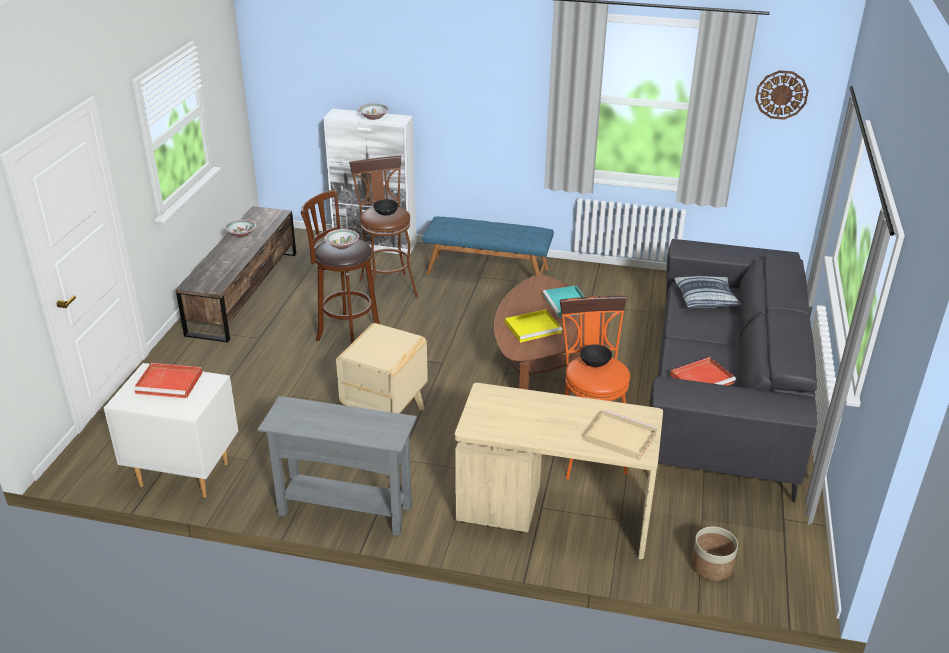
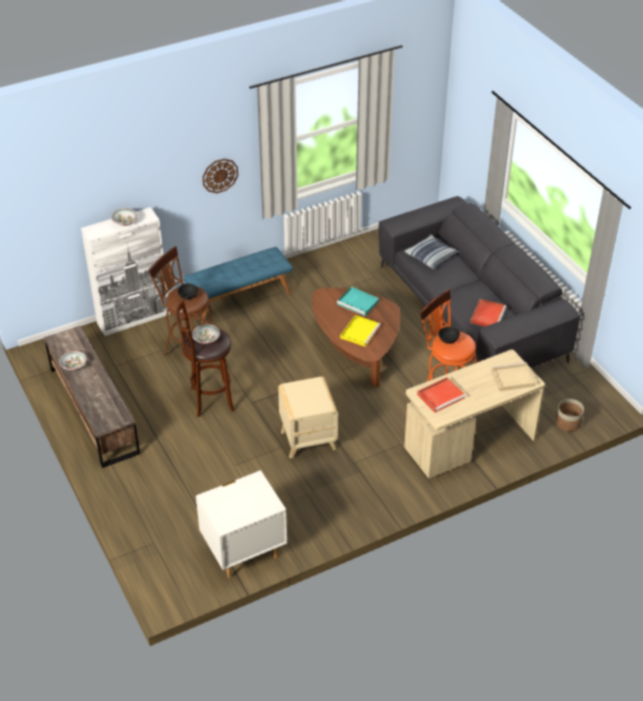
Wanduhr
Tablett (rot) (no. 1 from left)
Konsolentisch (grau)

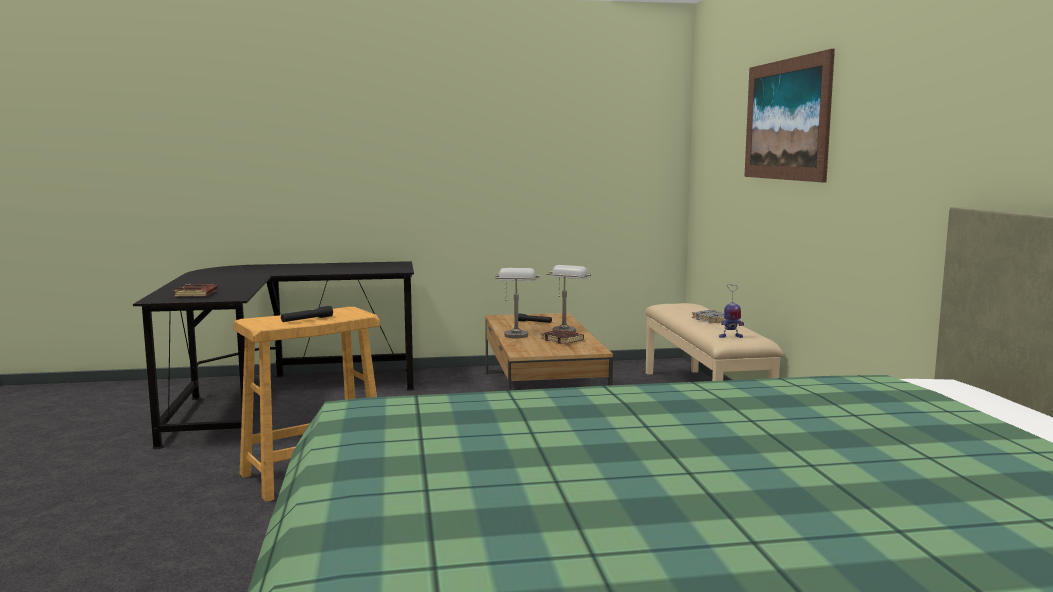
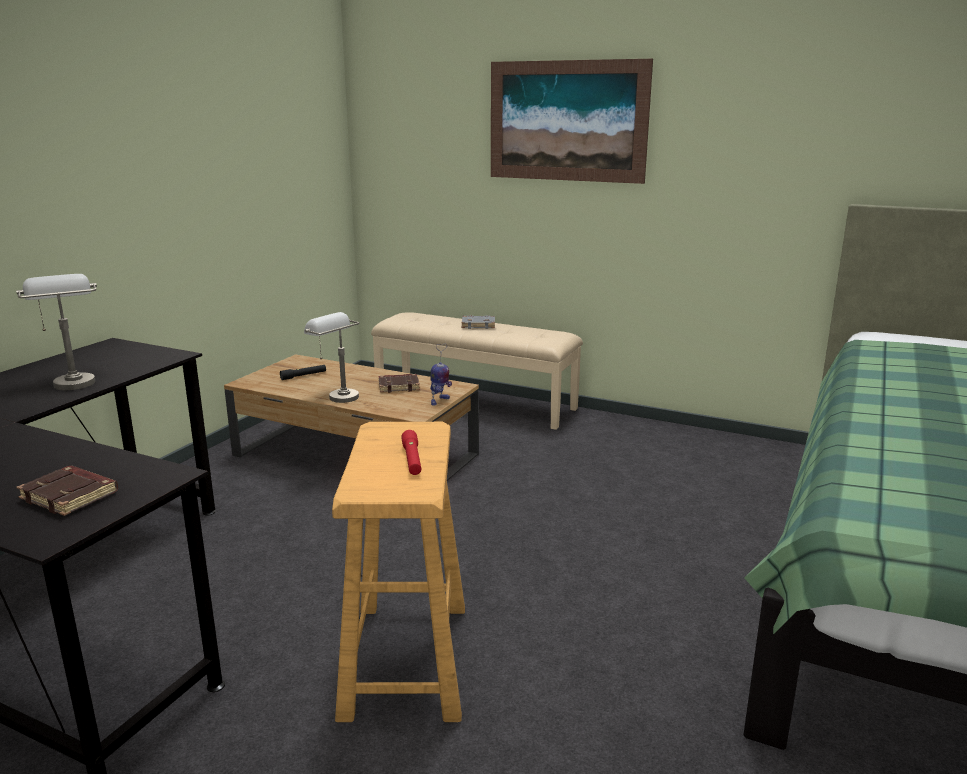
Tischlampe (grau) (no. 1 from left)
Taschenlampe (rot)
Spielzeugroboter

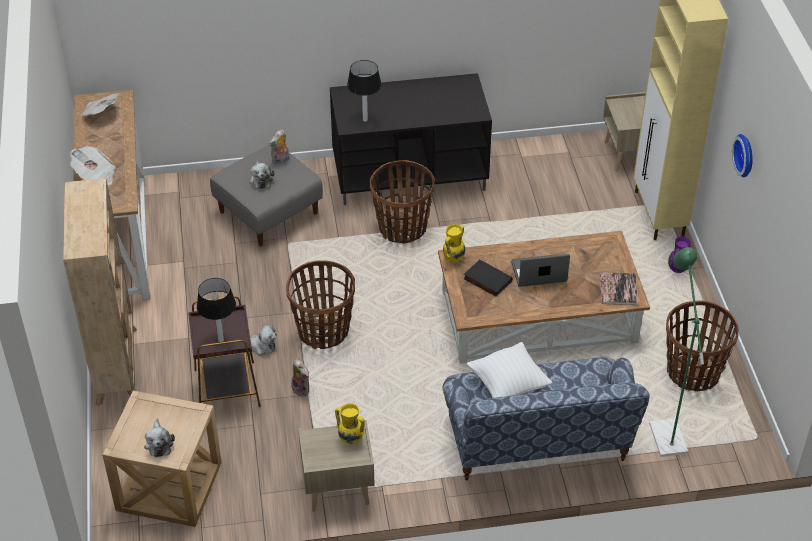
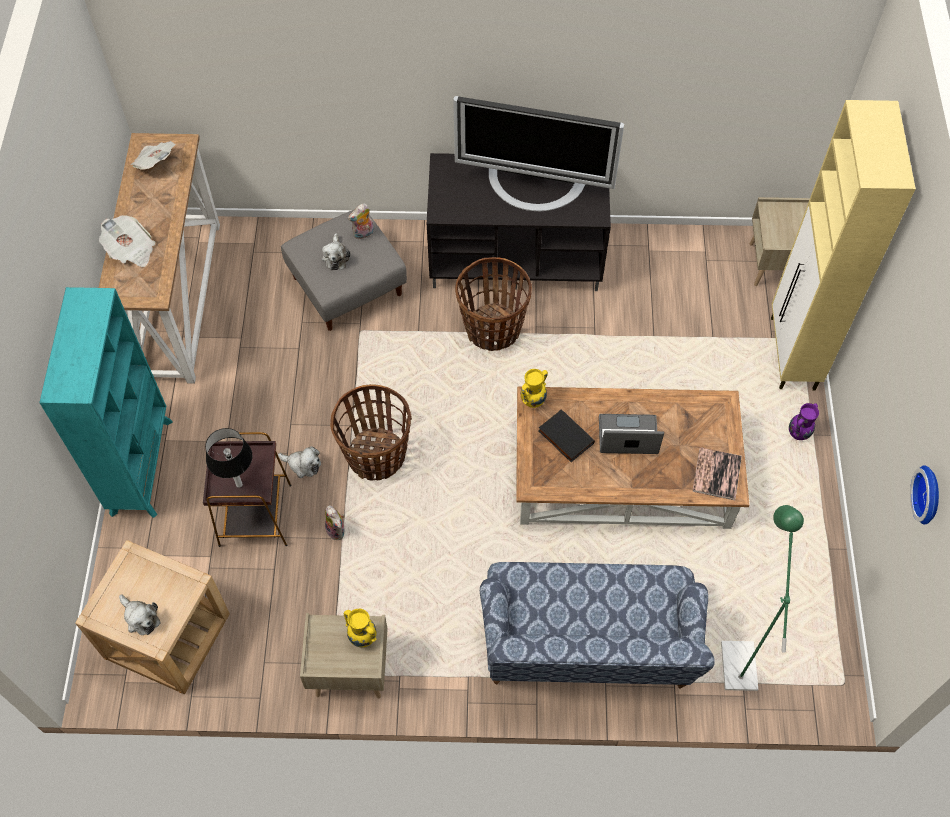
Bücherregal (türkis)
Plüschtier (no. 1 from left)
Fernseher
Wanduhr
Tischlampe (no. 2 from left in the first image)
Kissen (weiß)
Korb (no. 3 from left in the first image)

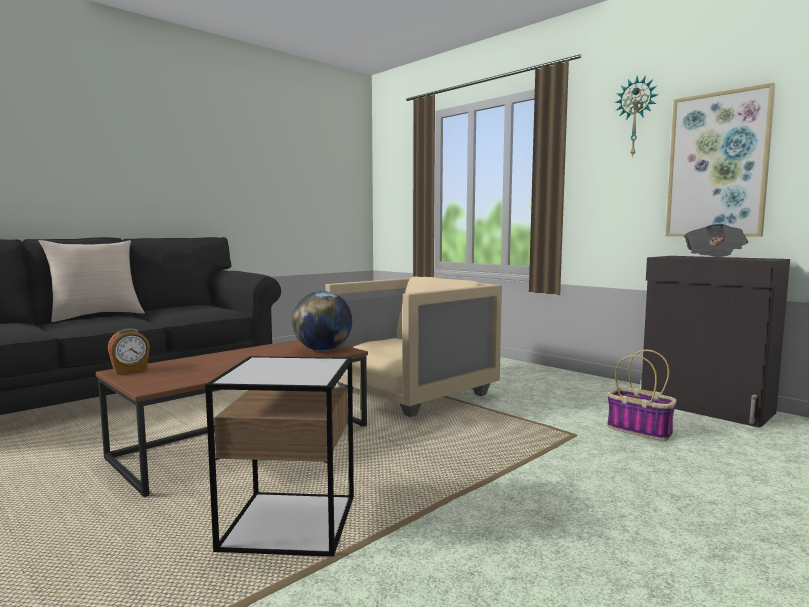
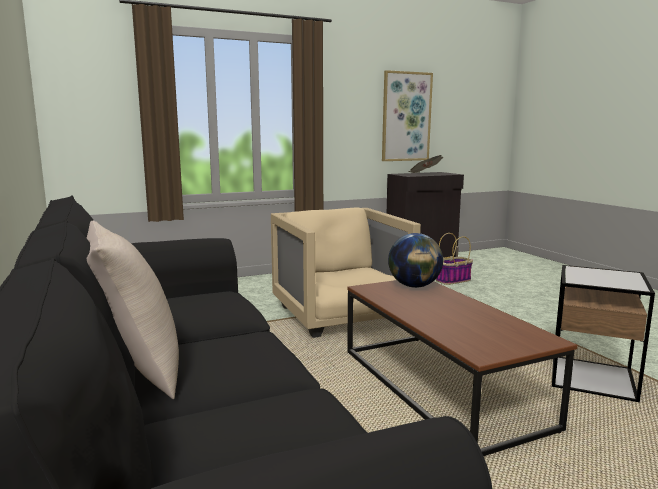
Wecker
Wanduhr

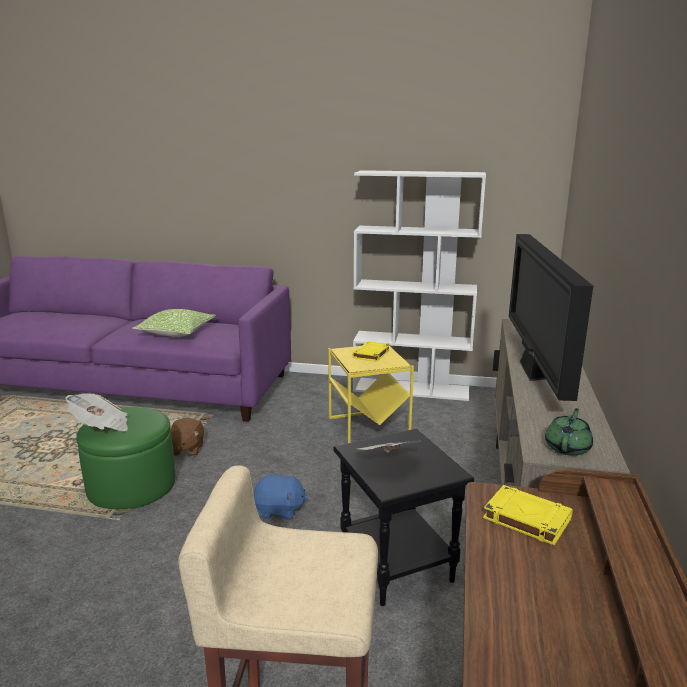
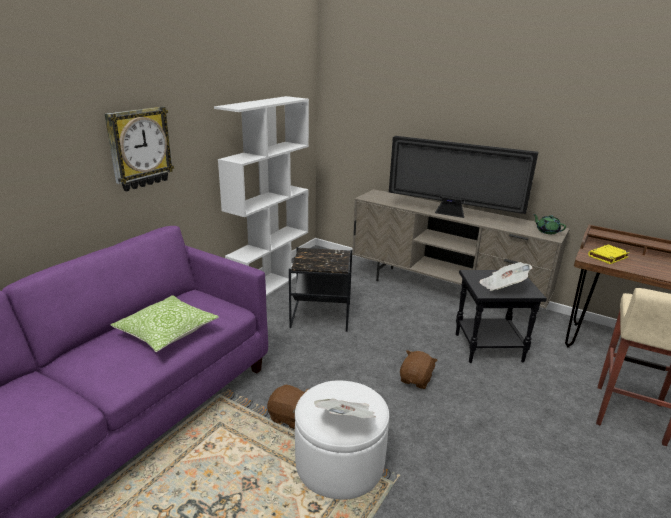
Wanduhr
Beistelltisch (schwarz) (no. 1 from left)
Polsterhocker (weiß)
Plüschtier (braun) (no. 2 from left)
Buch (gelb) (no. 1 from left in the first image)

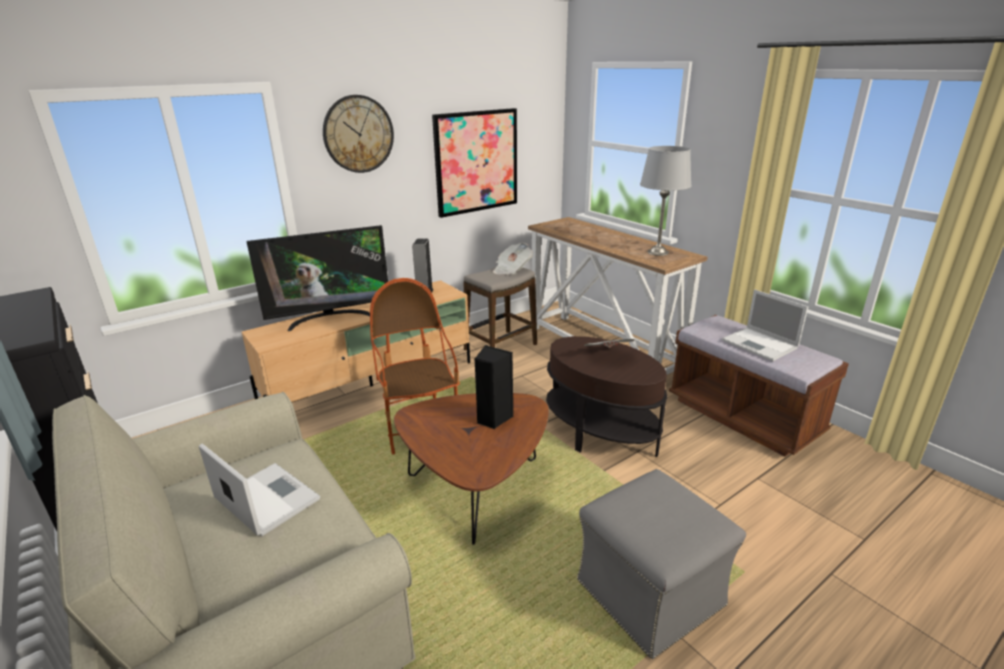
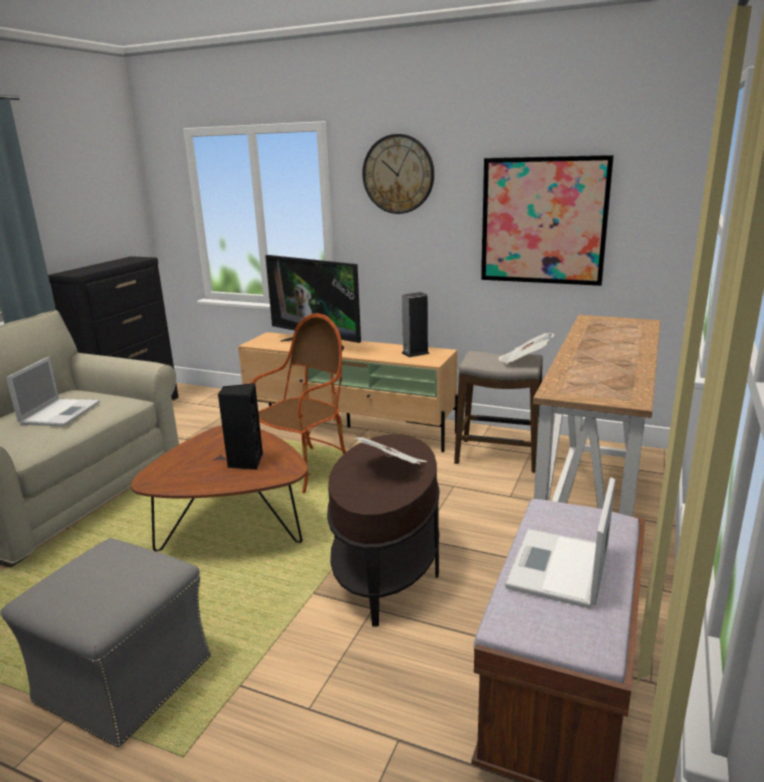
Tischlampe (grau)

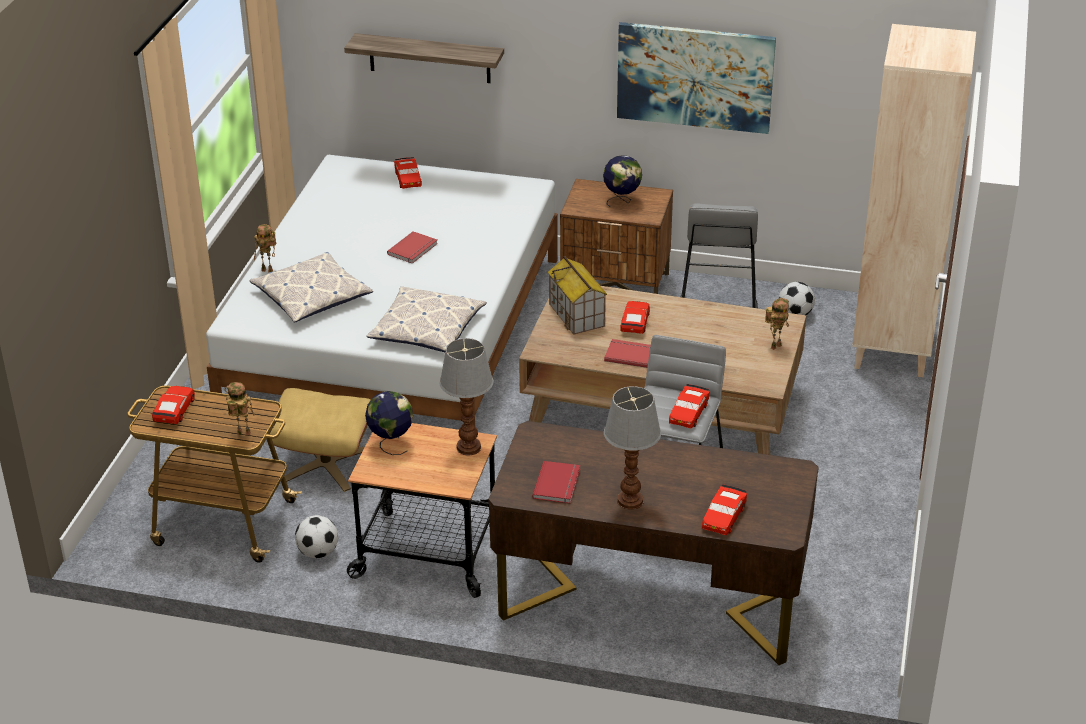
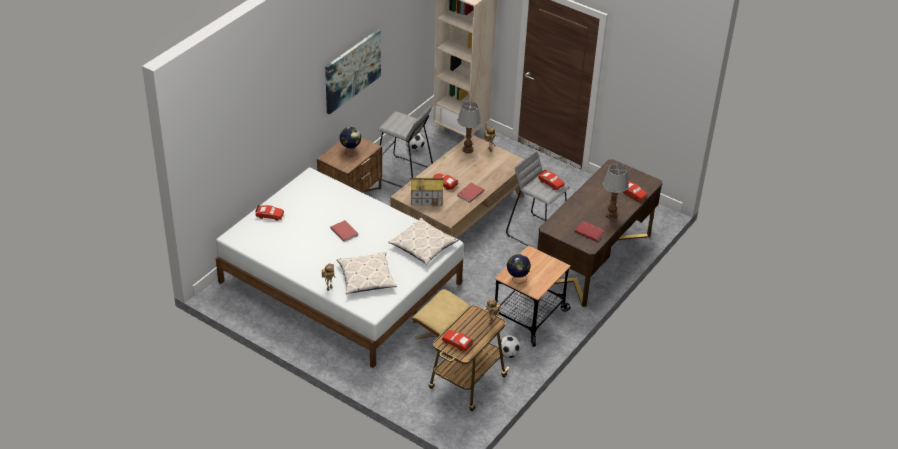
Tischlampe (no. 1 from left)
Wandregal

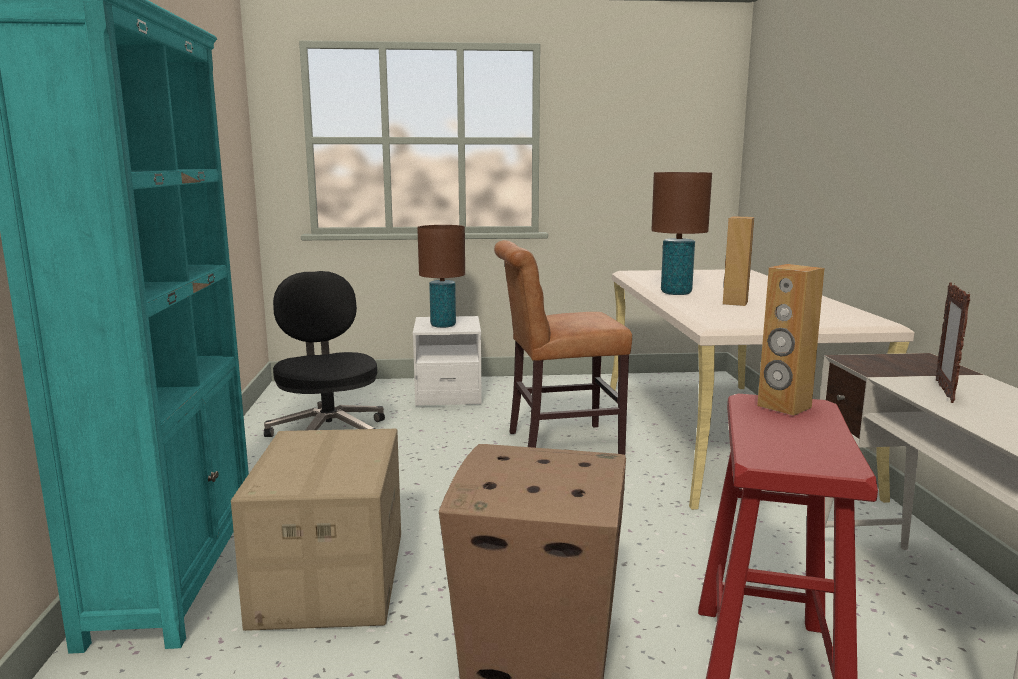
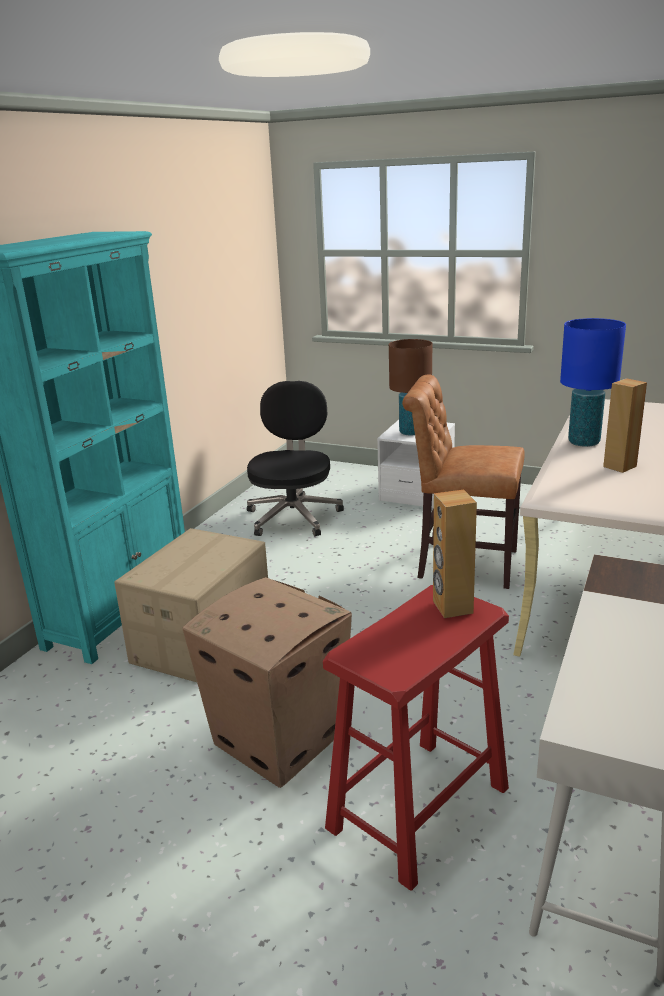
Tischlampe (blau)
Bilderrahmen

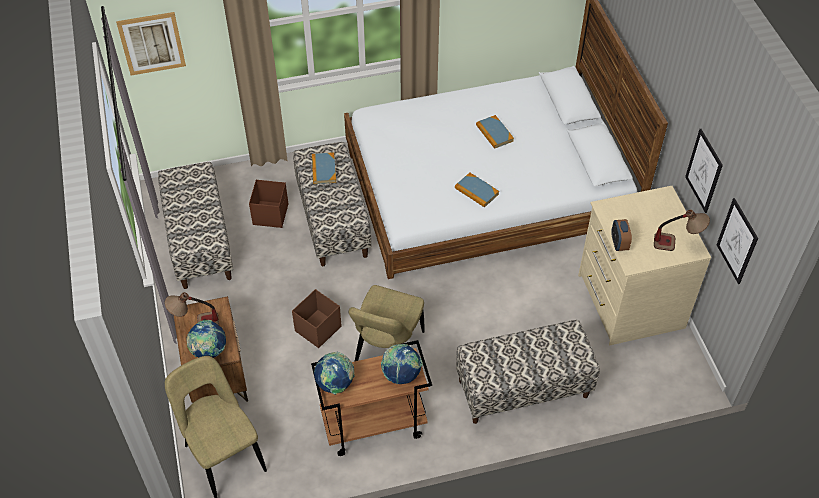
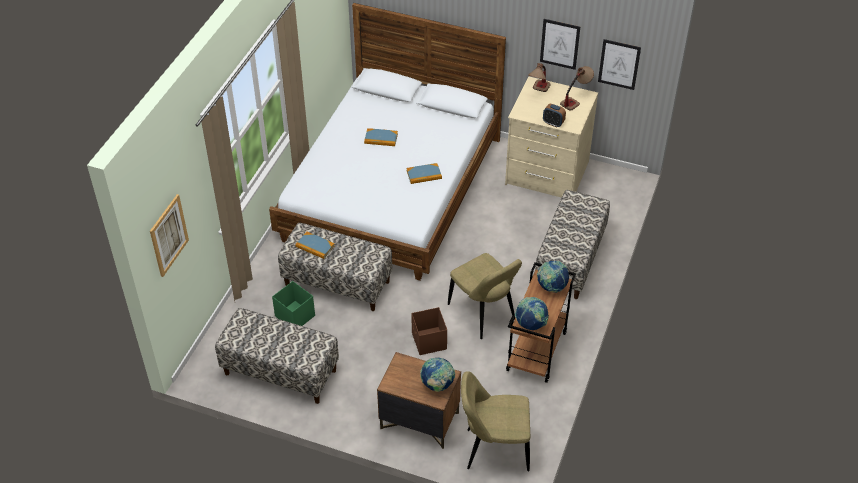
Aufbewahrungsbox (grün)
Tischlampe (no. 1 from left)

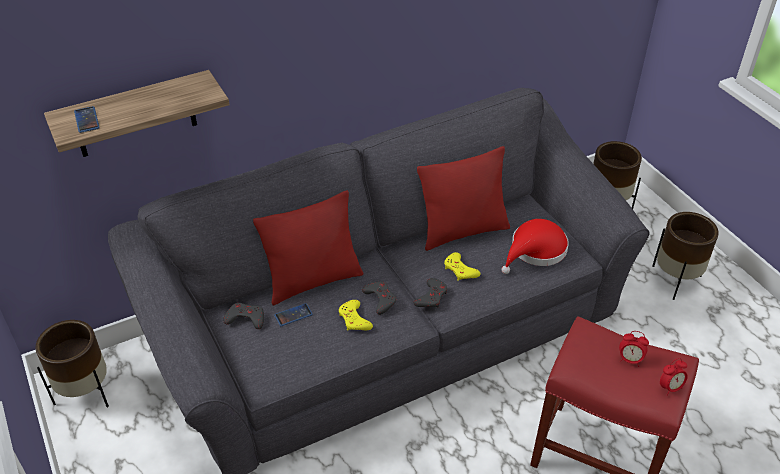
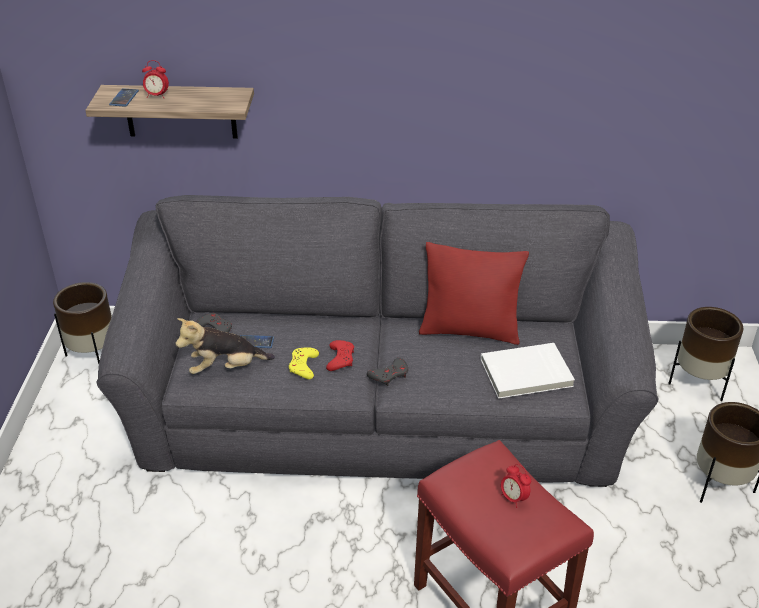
Wecker (no. 1 from left)
Plüschtier
Gamepad (rot)
Buch (weiß)
Kissen (rot) (no. 1 from left in the first image)
Gamepad (gelb) (no. 2 from left in the first image)

